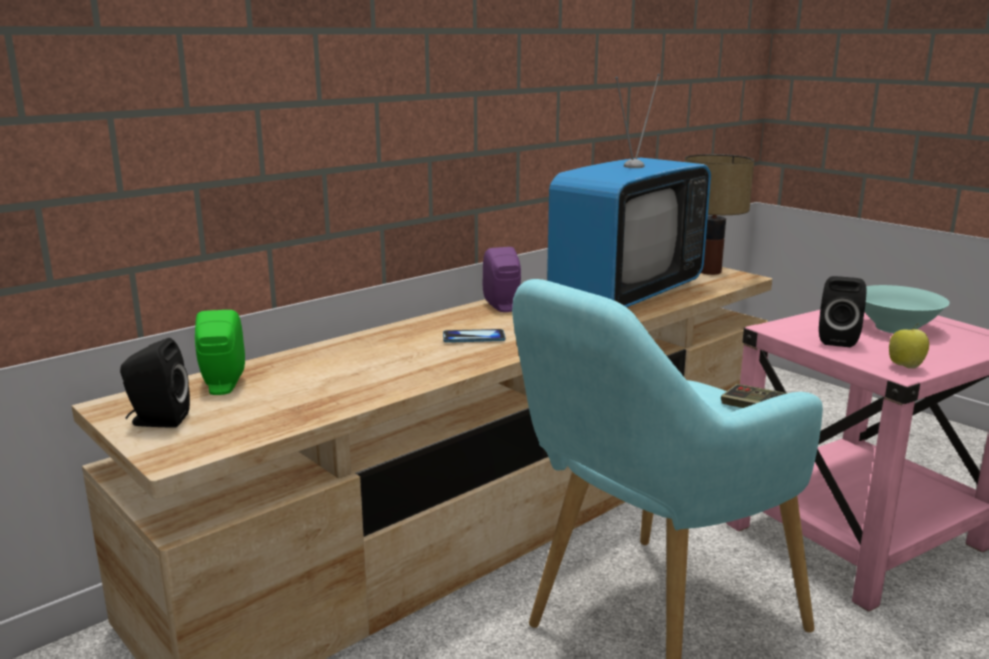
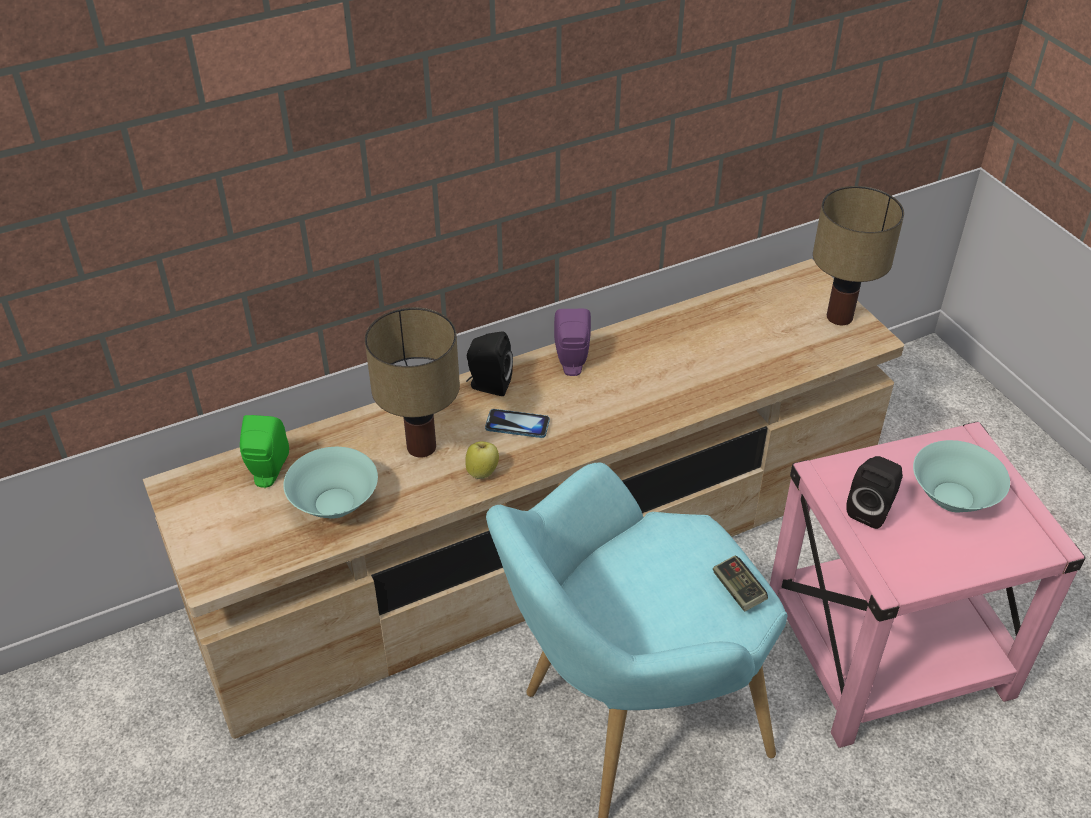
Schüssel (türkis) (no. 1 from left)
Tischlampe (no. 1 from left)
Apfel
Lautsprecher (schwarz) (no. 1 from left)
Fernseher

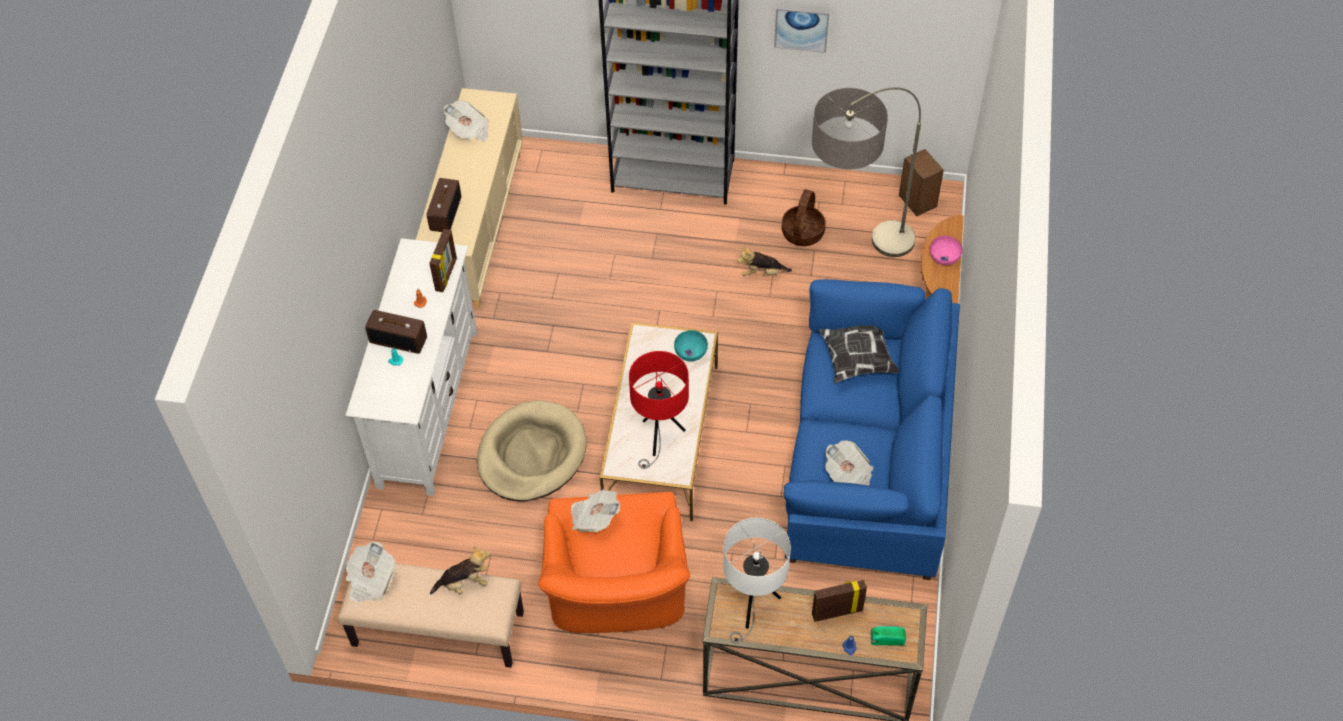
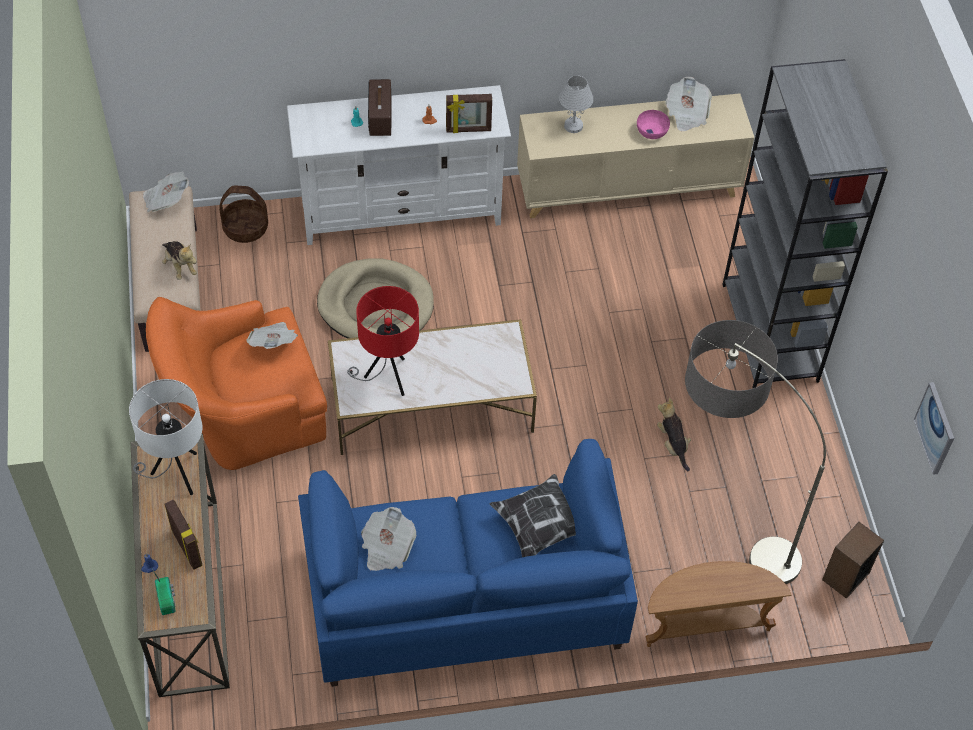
Korb
Tischlampe (weiß) (no. 2 from left)
Schüssel (rosa)
Bild
Schüssel (türkis)

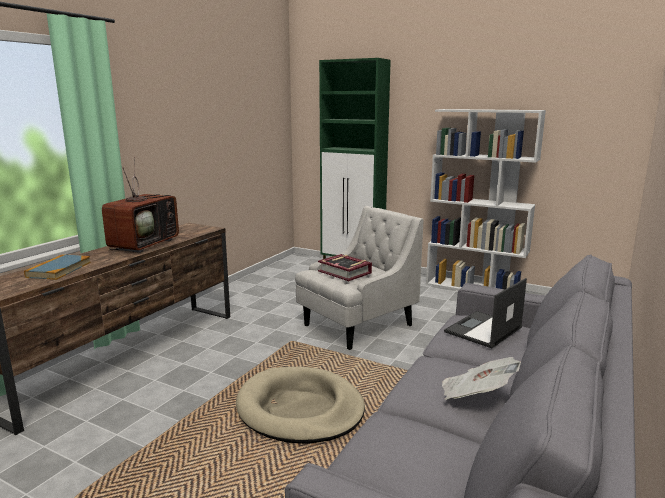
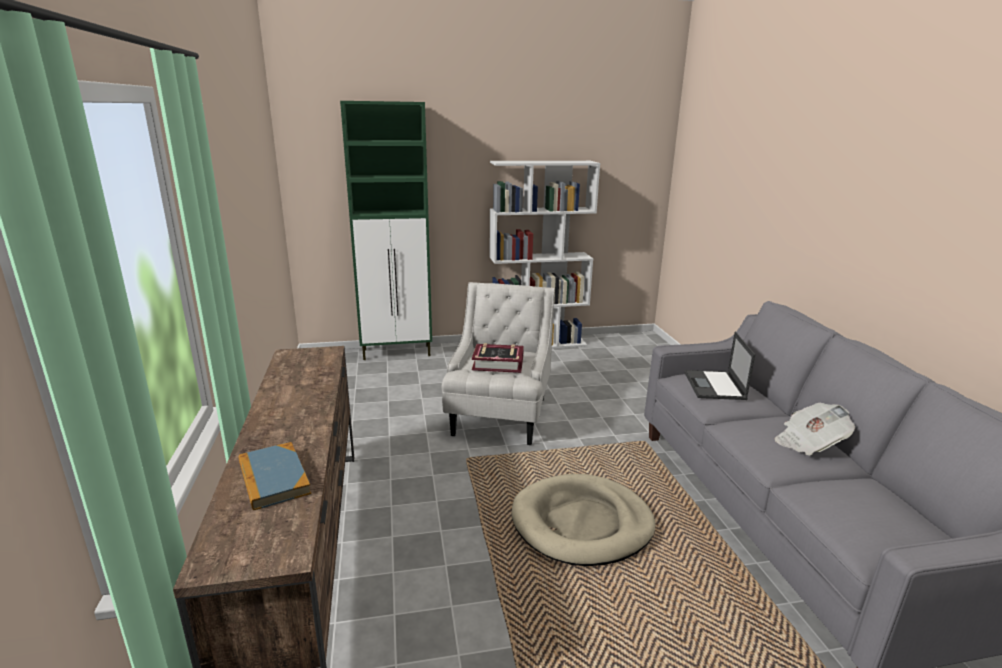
Fernseher

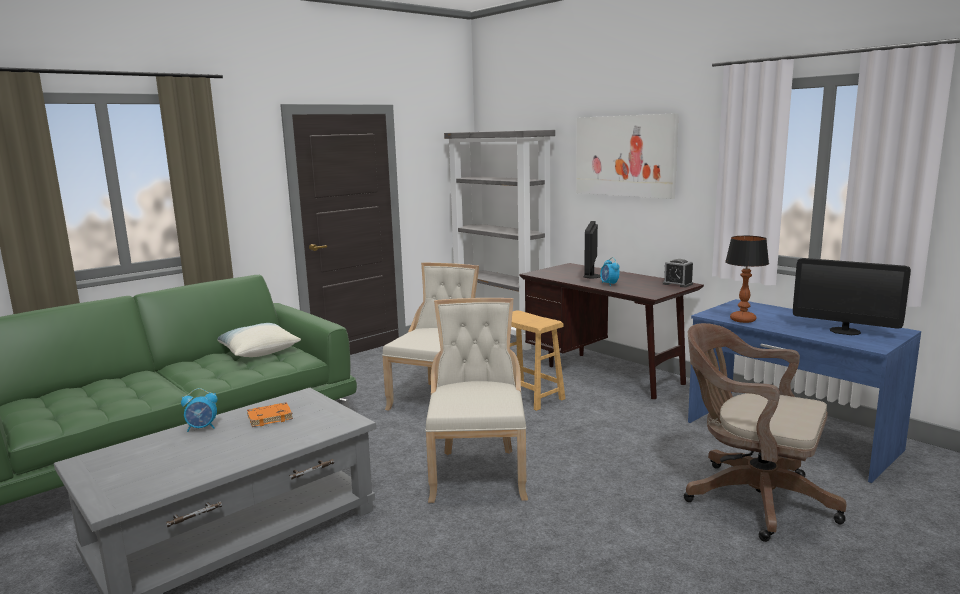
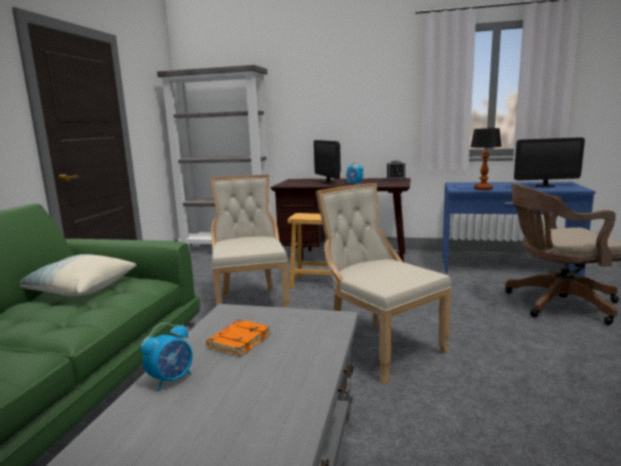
Bild

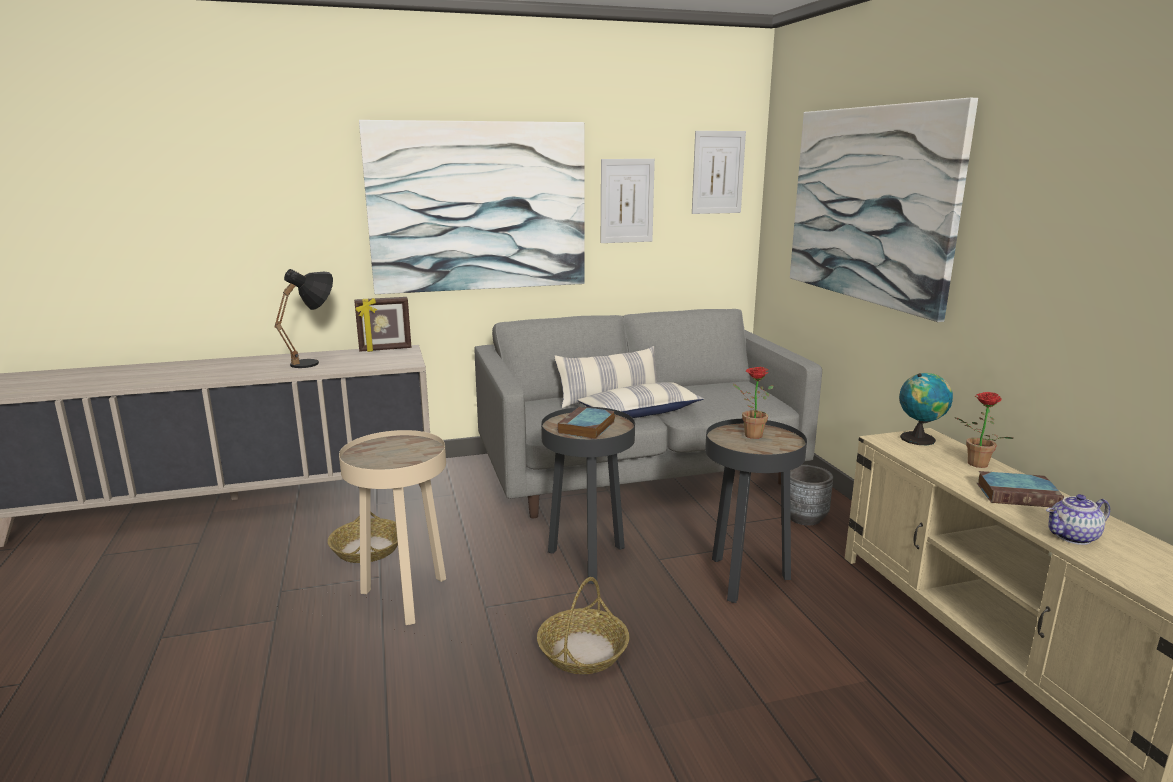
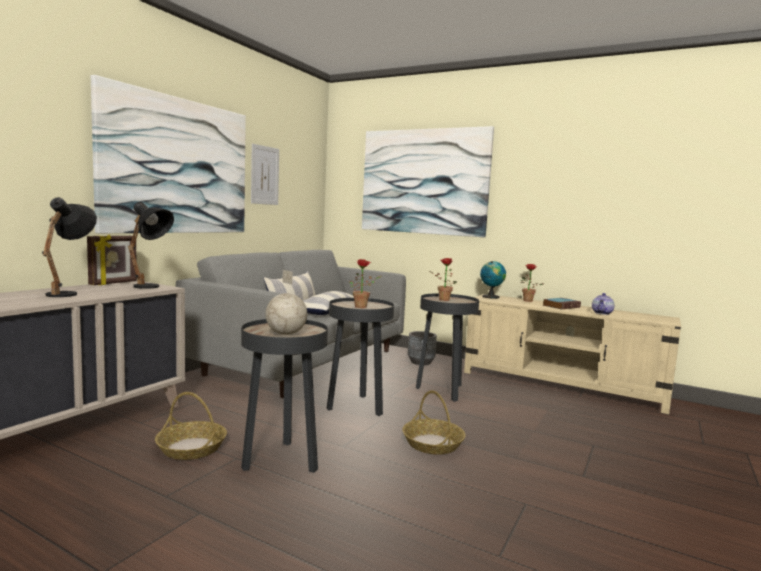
Tischlampe (schwarz) (no. 2 from left)
Beistelltisch (schwarz) (no. 1 from left)
Globus (no. 1 from left)
Topfpflanze (no. 1 from left)
Bild (no. 3 from left in the first image)

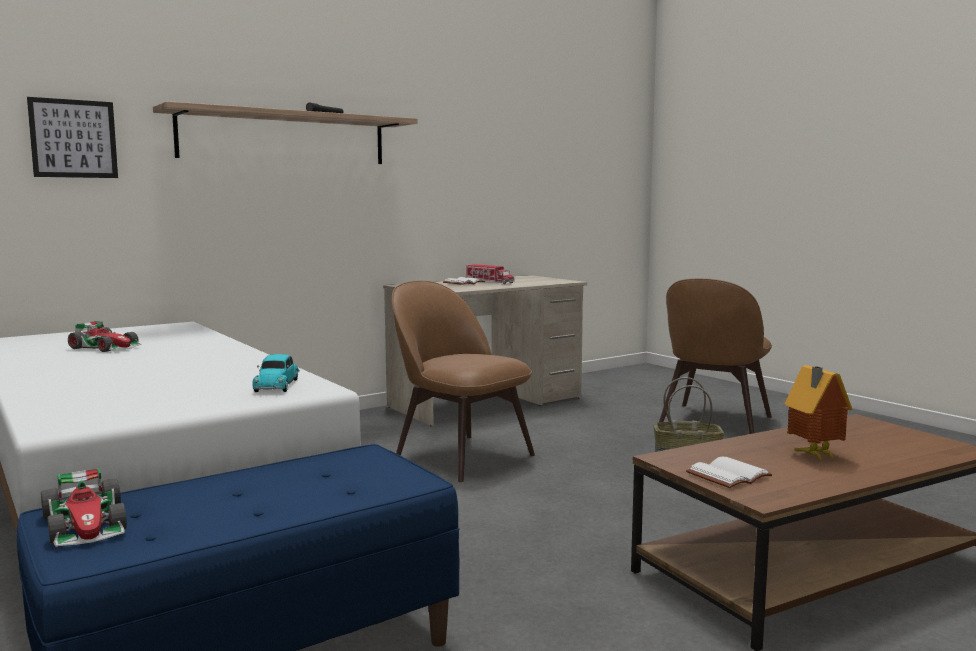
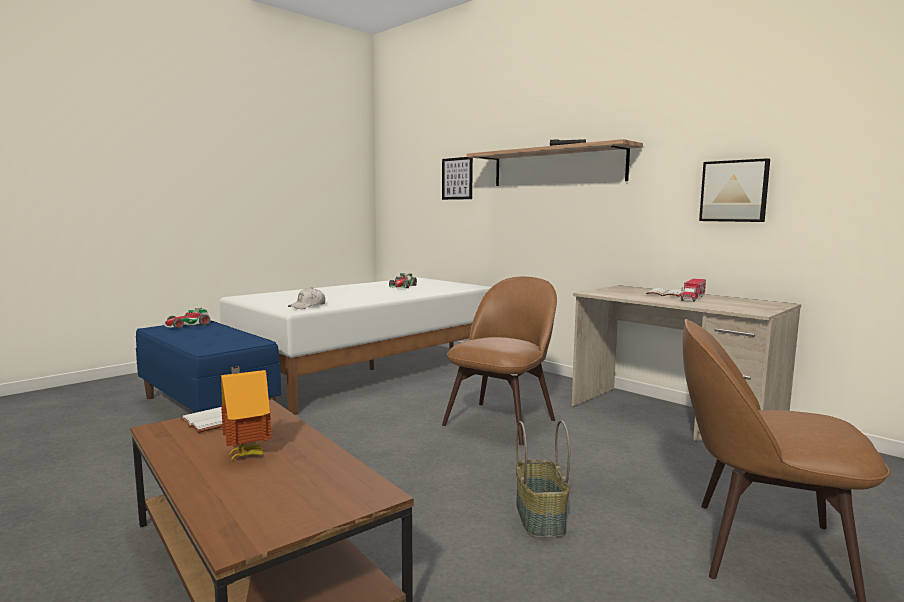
Kappe (weiß)
Bild (no. 2 from left)

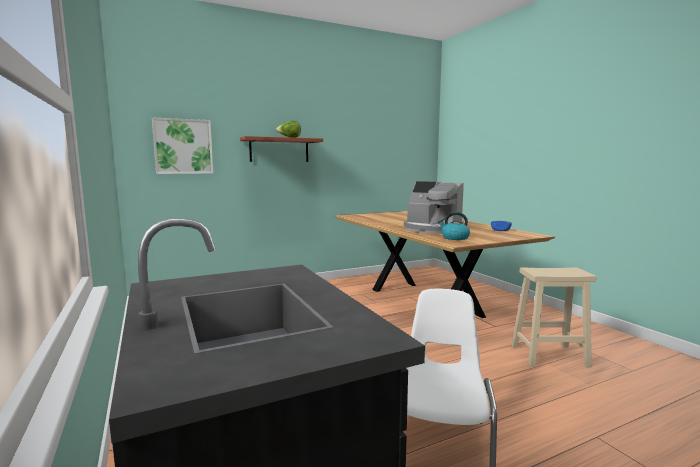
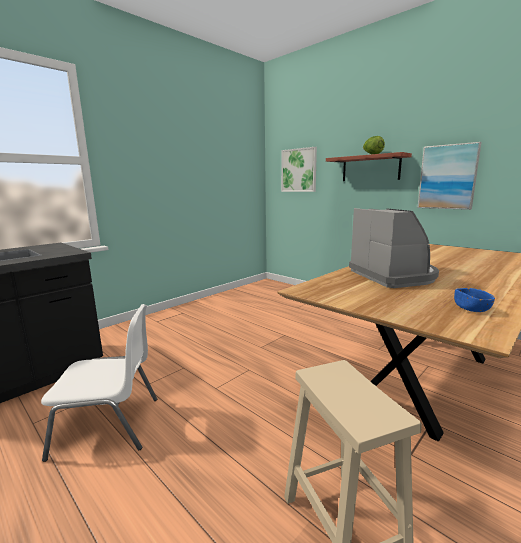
Kaffeemaschine
Bild (no. 2 from left)
Wasserkessel

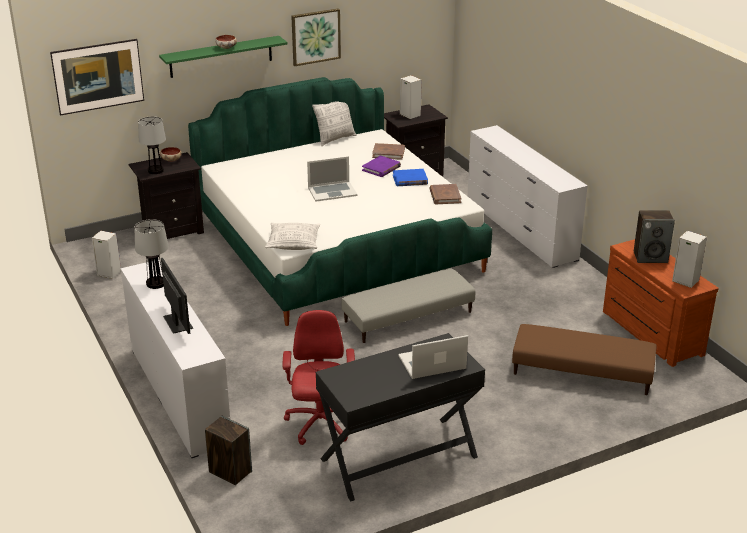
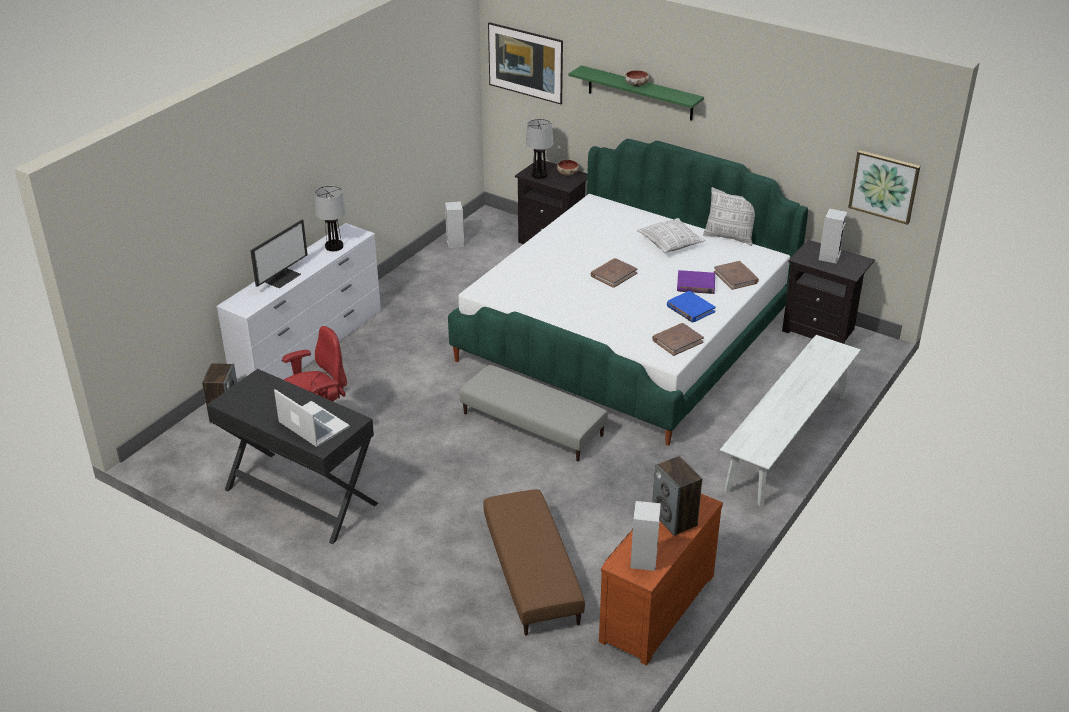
Buch (braun) (no. 1 from left)
Kissen (no. 1 from left)
Bank (weiß)
Bild (no. 2 from left)

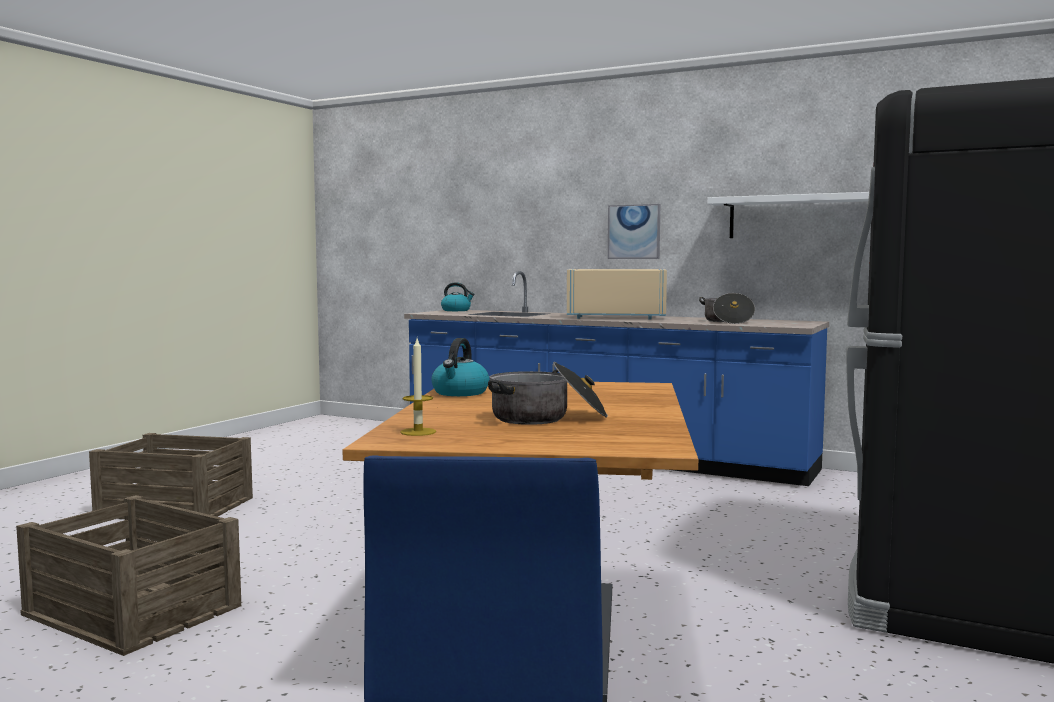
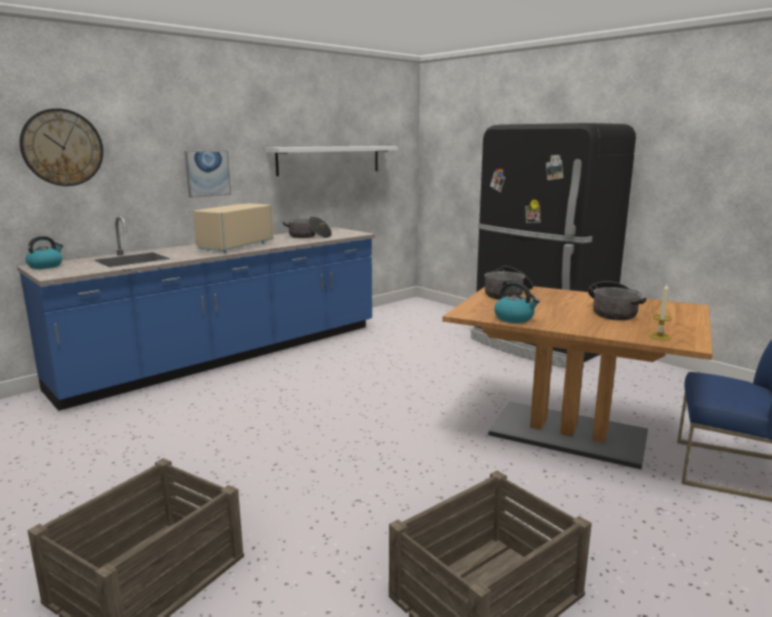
Wanduhr
Kochtopf (no. 2 from left)

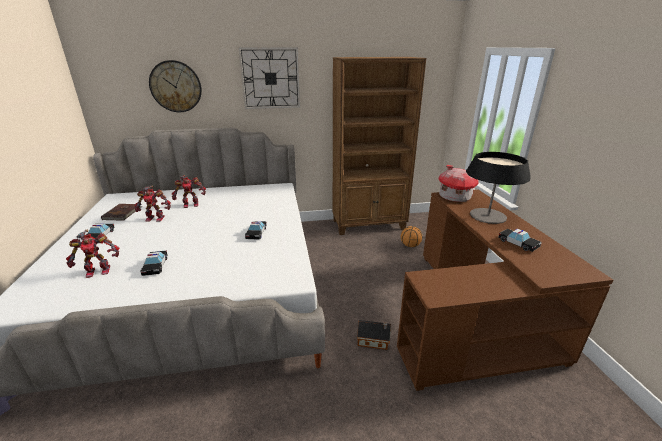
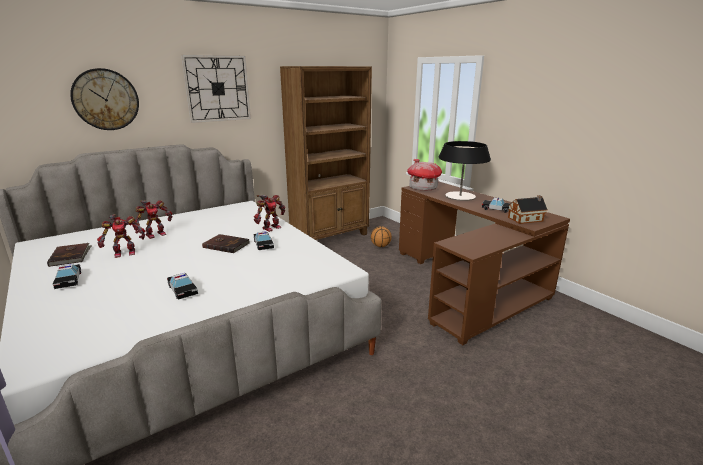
Buch (braun) (no. 2 from left)
Spielzeugroboter (no. 3 from left)
Spielzeughaus (no. 2 from left)

